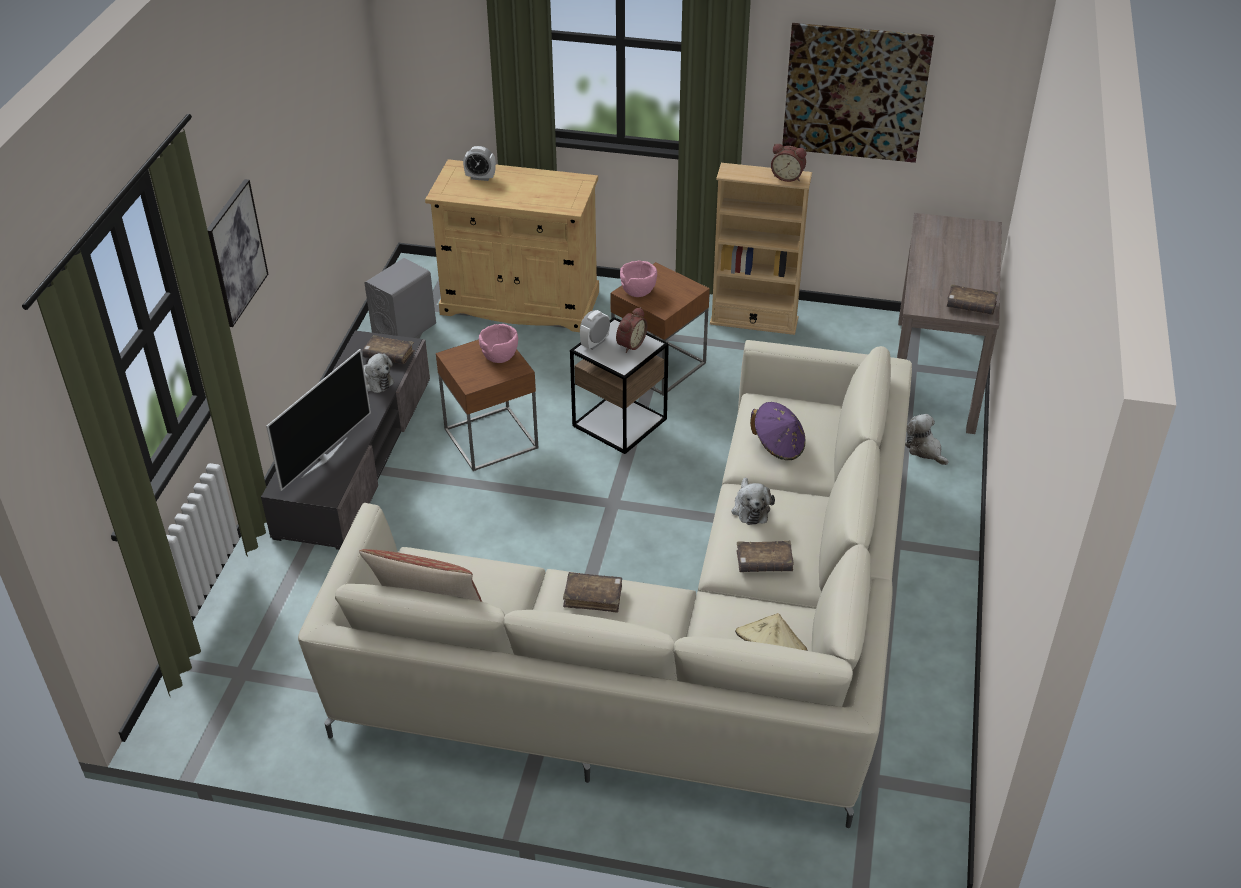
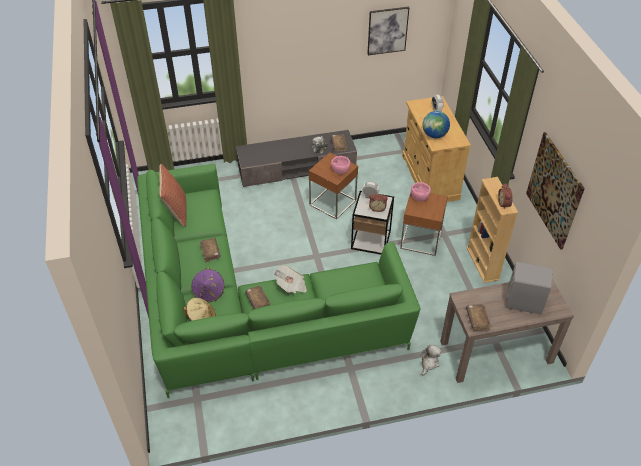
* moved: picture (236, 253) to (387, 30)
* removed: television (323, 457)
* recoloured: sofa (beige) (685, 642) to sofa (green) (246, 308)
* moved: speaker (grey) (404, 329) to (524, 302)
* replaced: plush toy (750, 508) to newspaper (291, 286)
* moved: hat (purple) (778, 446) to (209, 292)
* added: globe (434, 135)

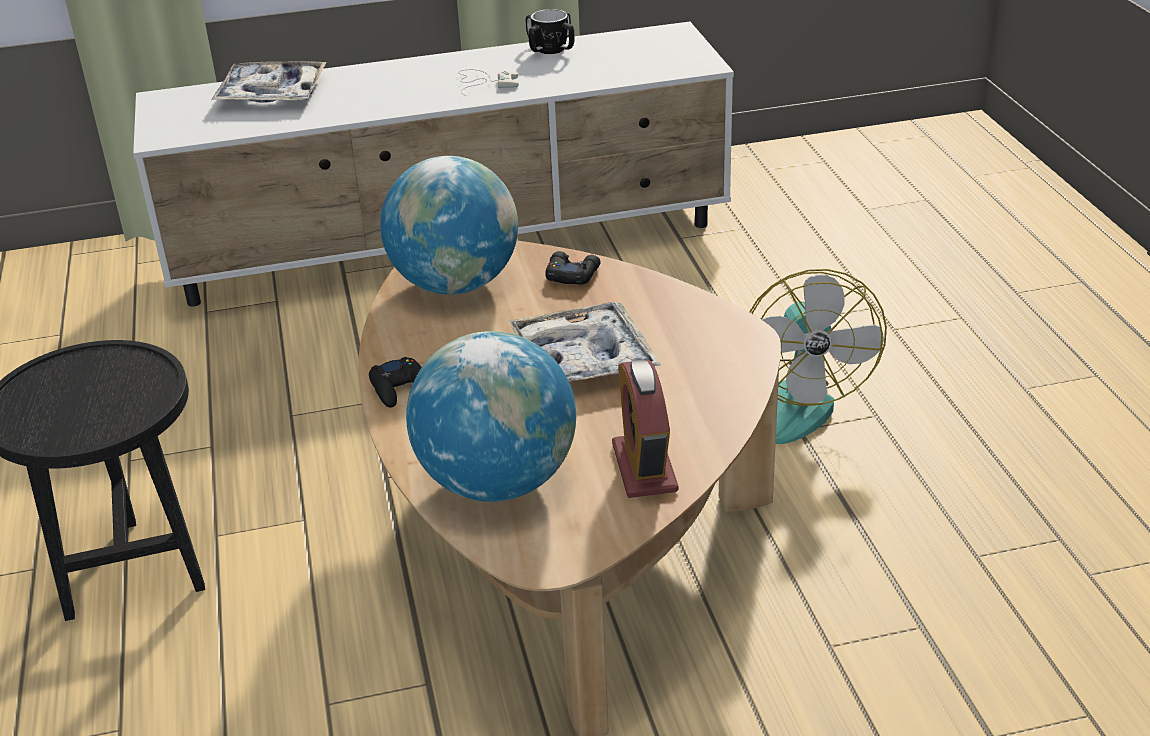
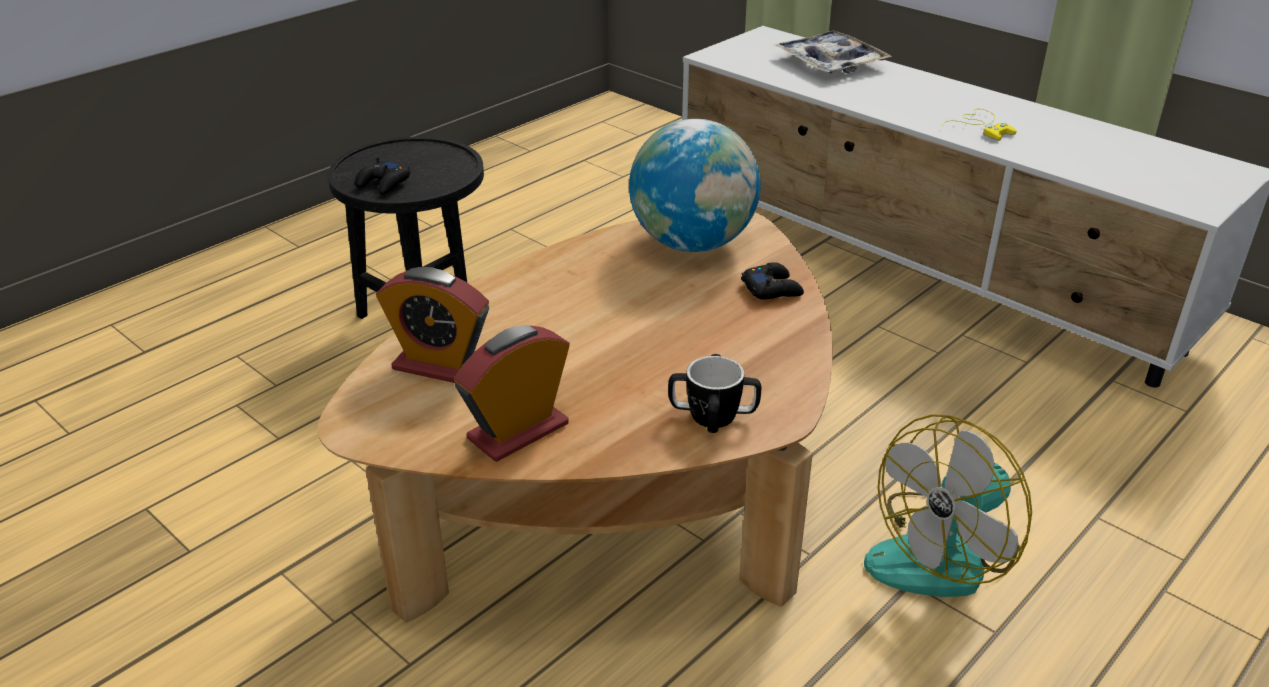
* moved: game controller (black) (401, 388) to (384, 183)
* replaced: globe (497, 482) to alarm clock (440, 365)
* recoloured: game controller (white) (484, 83) to game controller (yellow) (981, 126)
* removed: tray (583, 358)
* moved: mug (550, 50) to (713, 416)

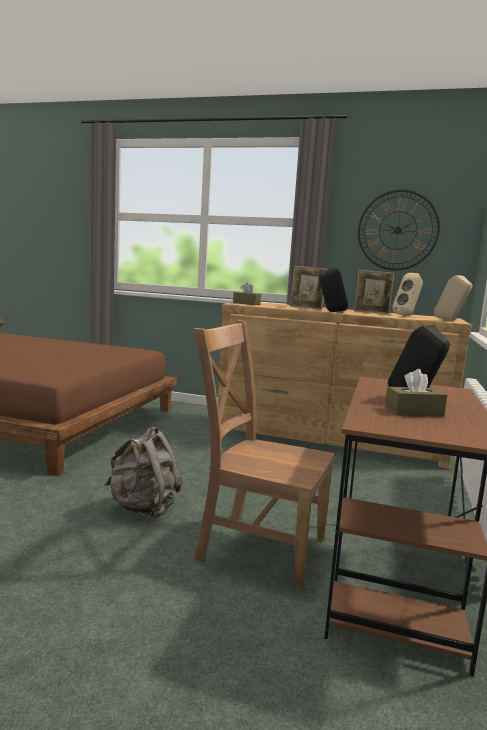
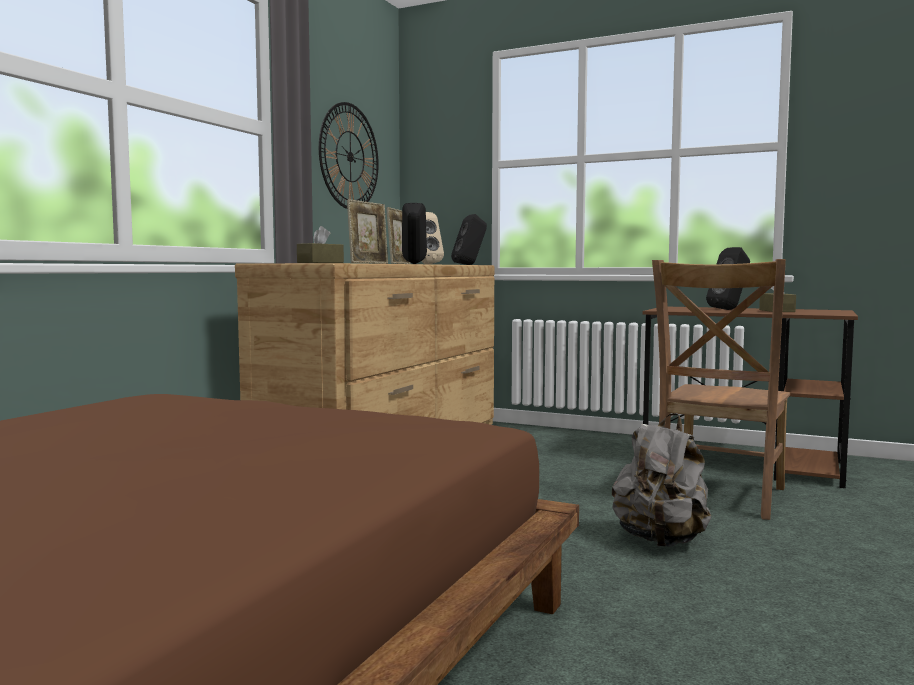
* recoloured: speaker (beige) (451, 321) to speaker (black) (470, 264)

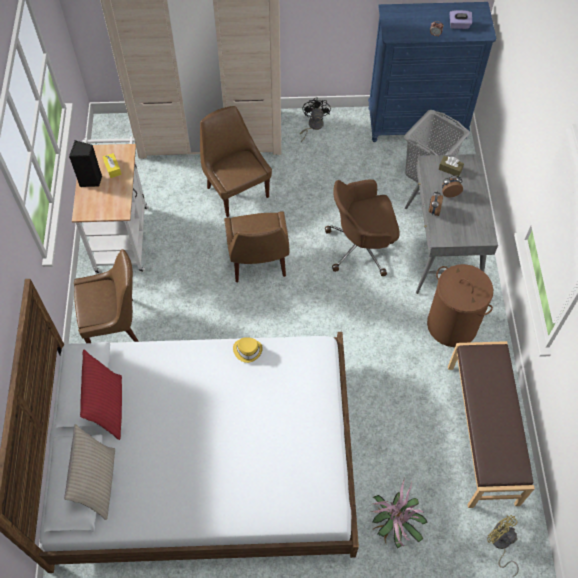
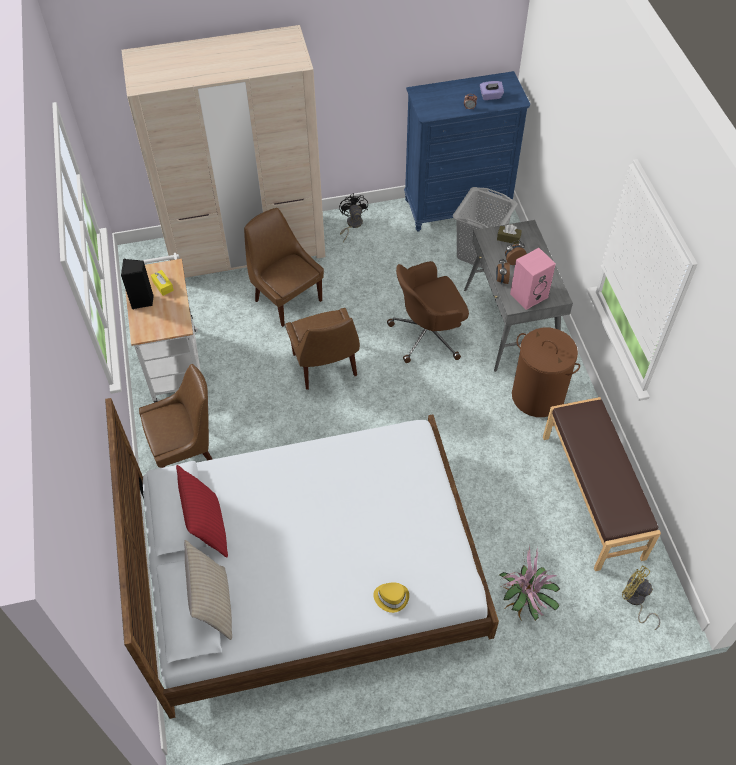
* moved: hat (yellow) (247, 350) to (391, 597)
* added: speaker (pink) (529, 295)

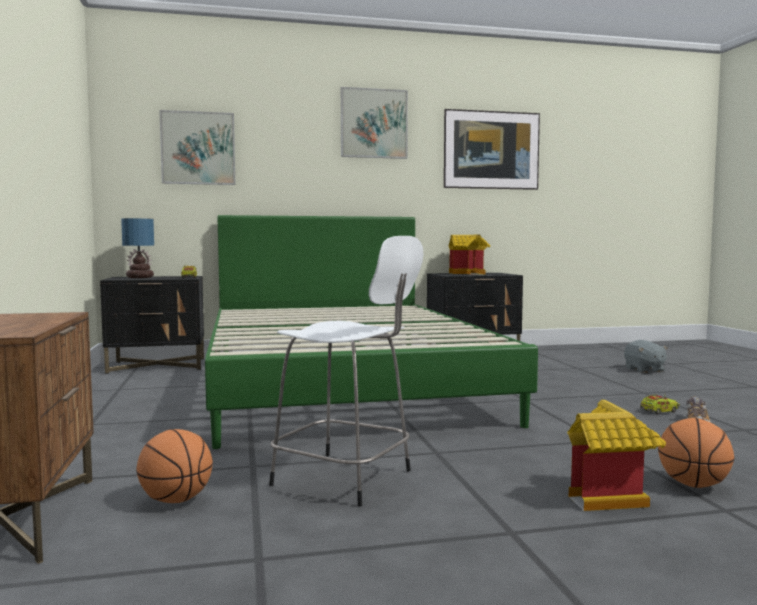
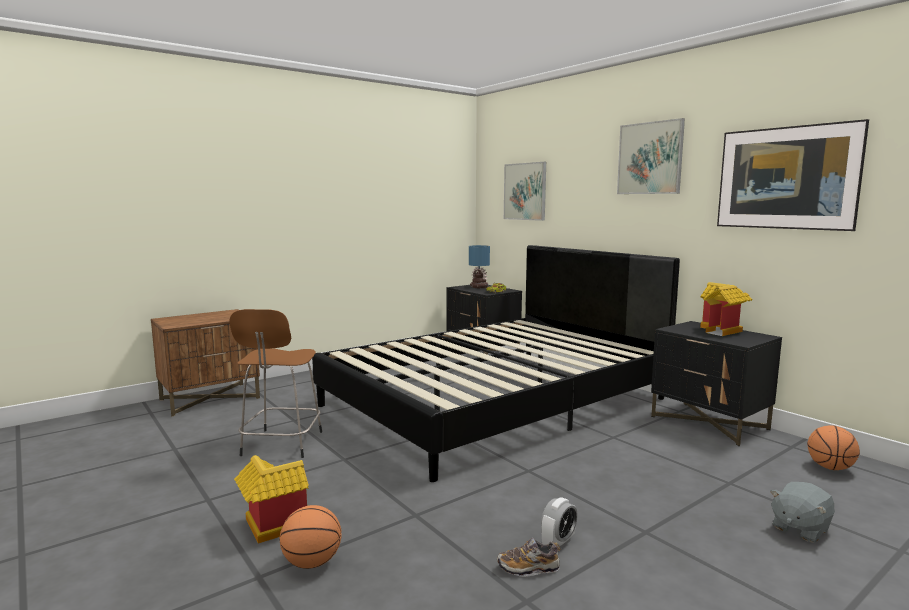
* moved: basketball (176, 500) to (830, 468)
* recoloured: bed (green) (342, 384) to bed (black) (496, 402)
* recoloured: stool (white) (346, 479) to stool (brown) (281, 445)
* replaced: toy truck (659, 411) to alarm clock (558, 543)

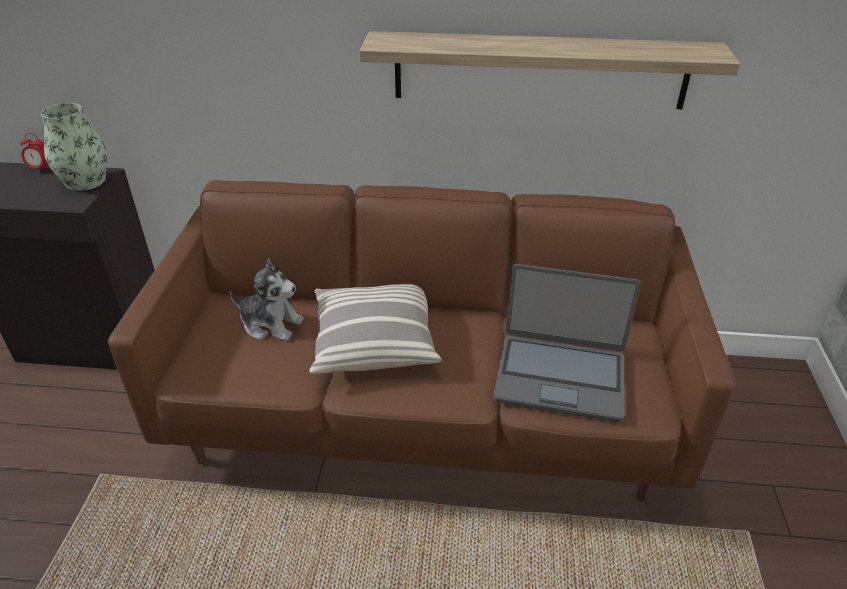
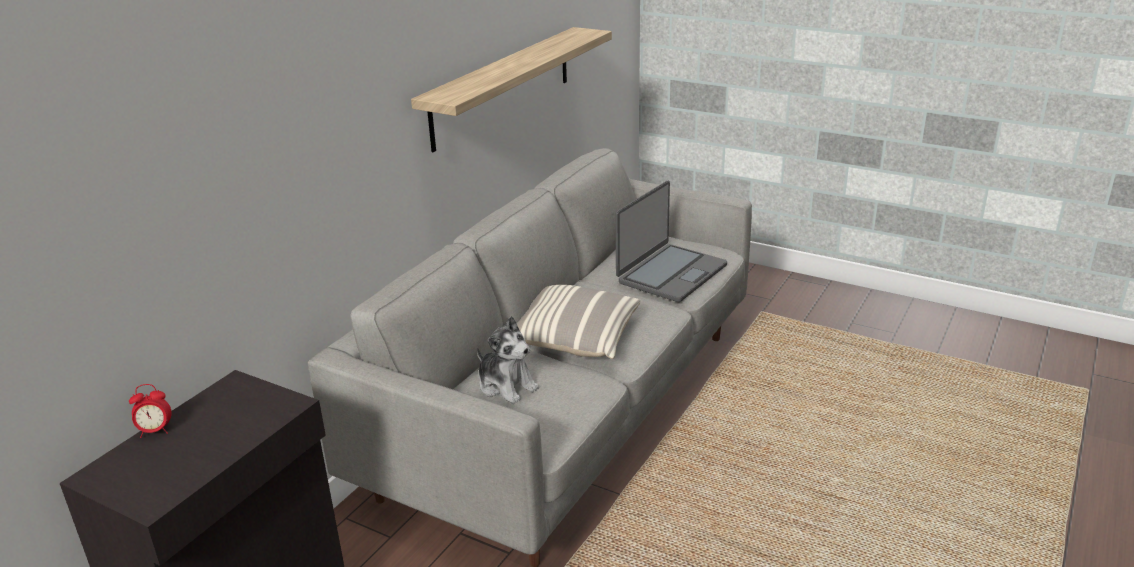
* turned: alarm clock (40, 169) = (155, 431) 45 degrees clockwise
* removed: vase (85, 181)
* recoloured: sofa (brown) (425, 412) to sofa (grey) (570, 411)
* turned: plush toy (271, 324) = (506, 386) 90 degrees clockwise

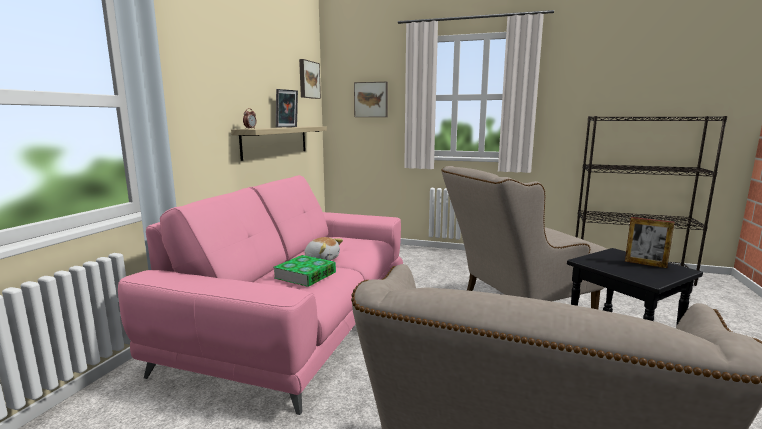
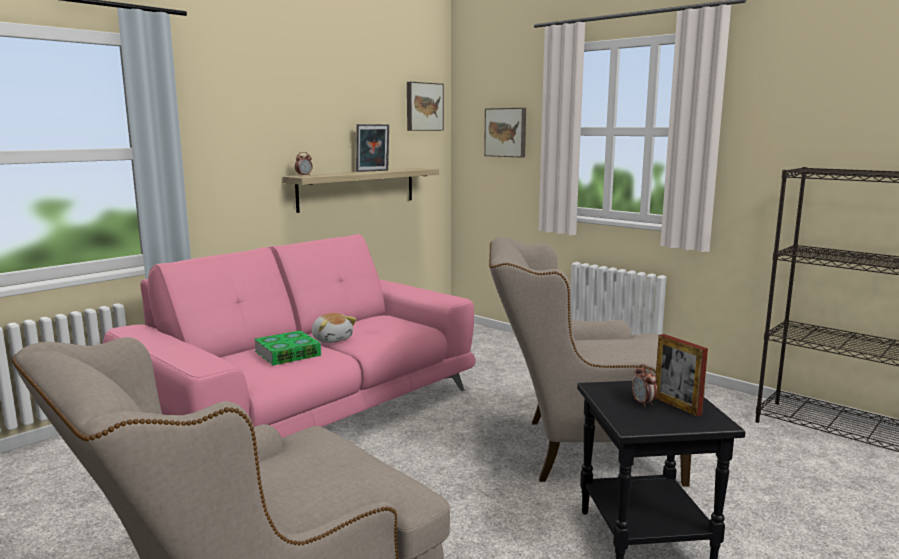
* added: alarm clock (643, 403)

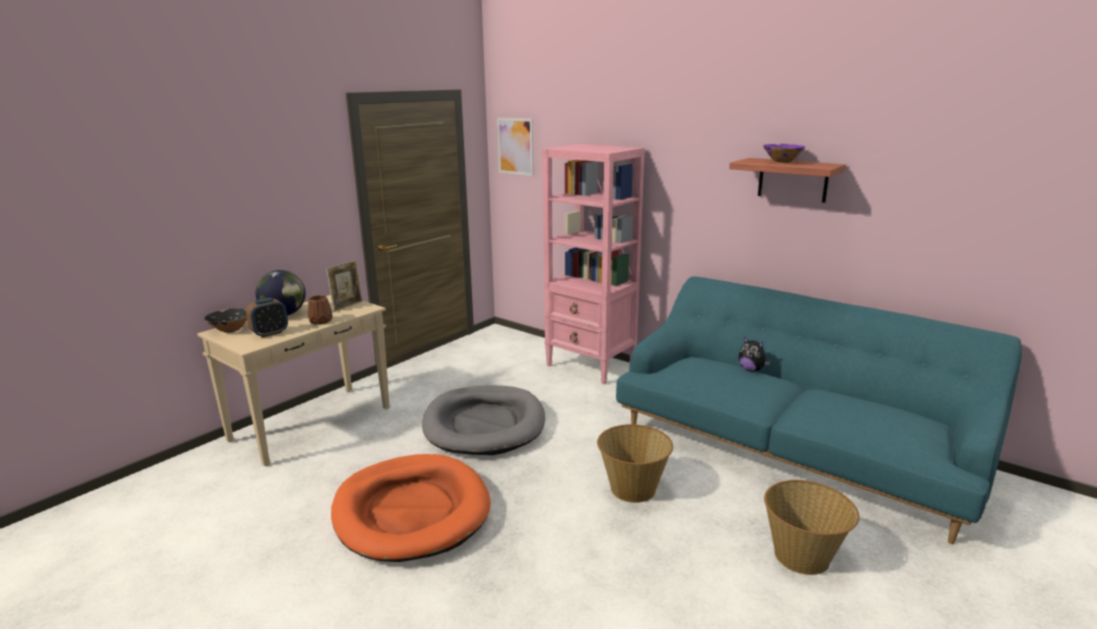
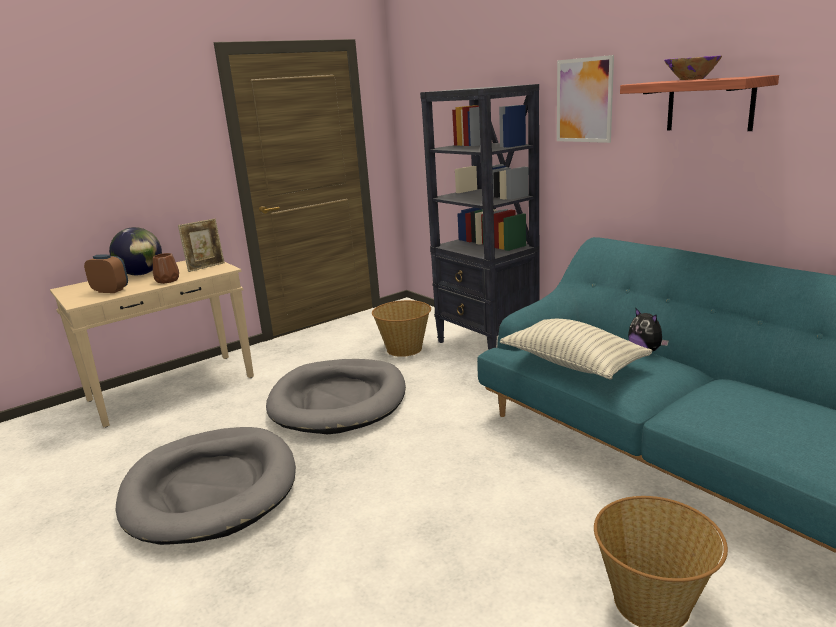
* removed: bowl (black) (230, 330)
* turned: alarm clock (270, 333) = (111, 290) 135 degrees counterclockwise
* recoloured: dog bed (orange) (411, 511) to dog bed (grey) (211, 488)
* moved: picture (515, 146) to (584, 100)
* recoloured: bookcase (pink) (591, 366) to bookcase (black) (487, 344)
* moved: basket (633, 488) to (404, 349)
* added: pillow (572, 364)

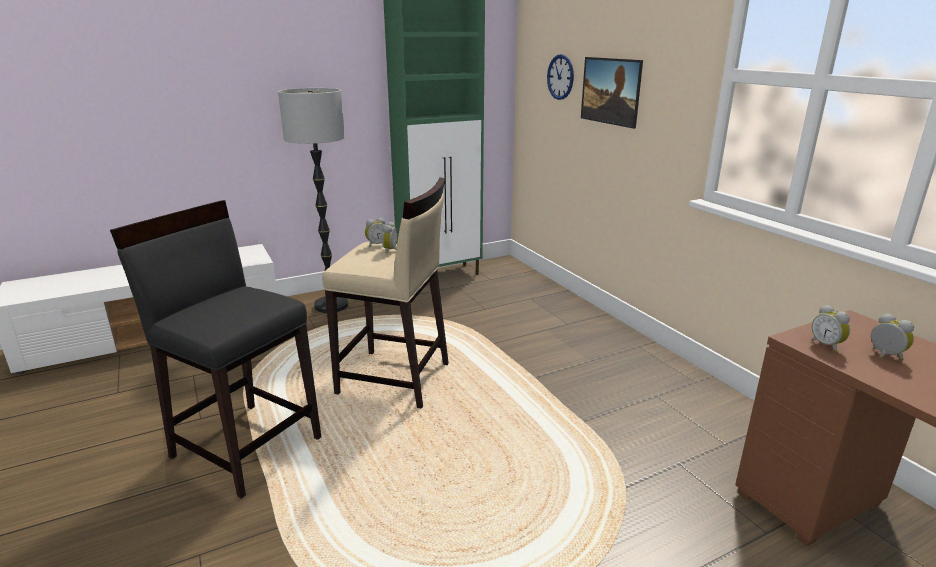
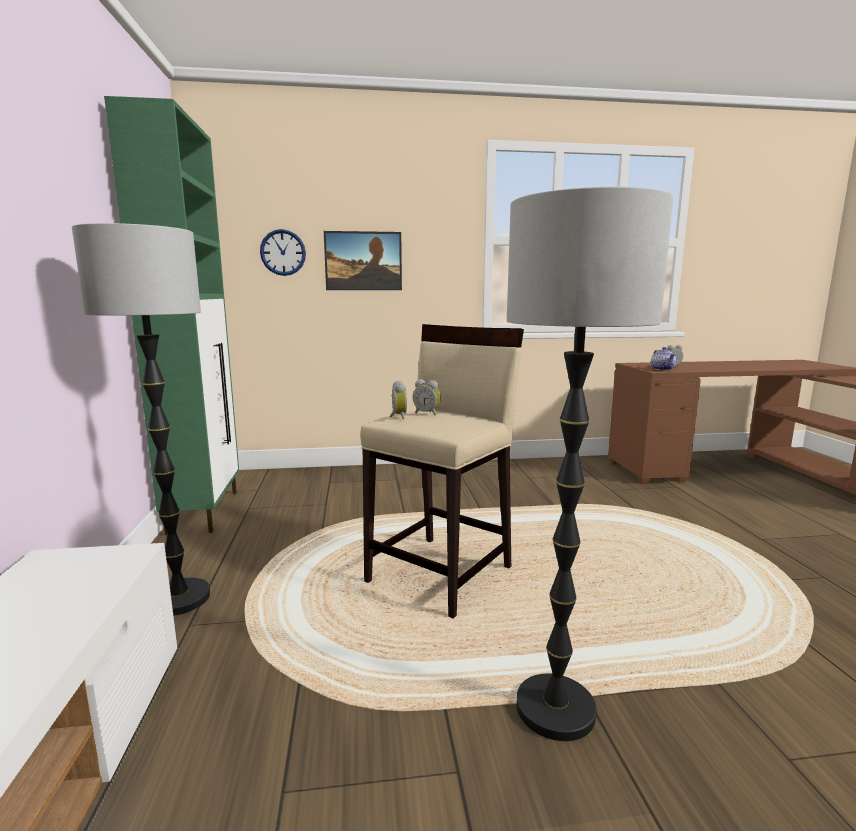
* replaced: stool (black) (246, 446) to floor lamp (554, 709)
* replaced: alarm clock (827, 345) to teapot (663, 369)

